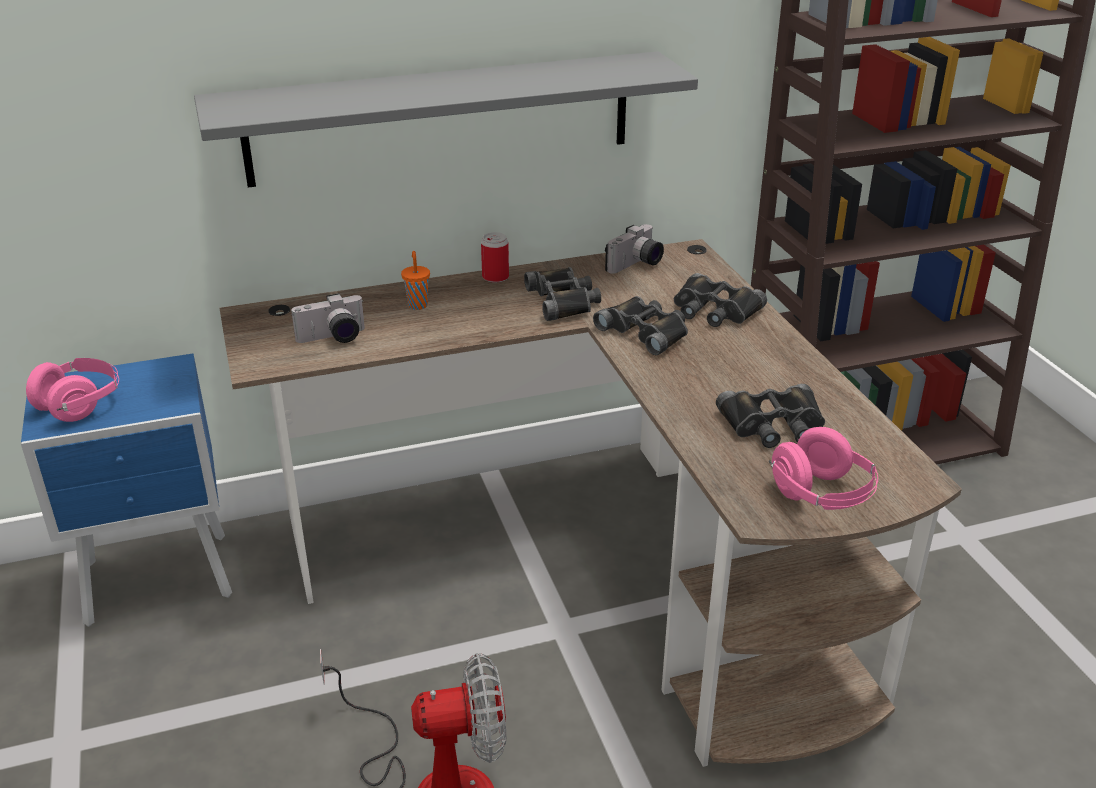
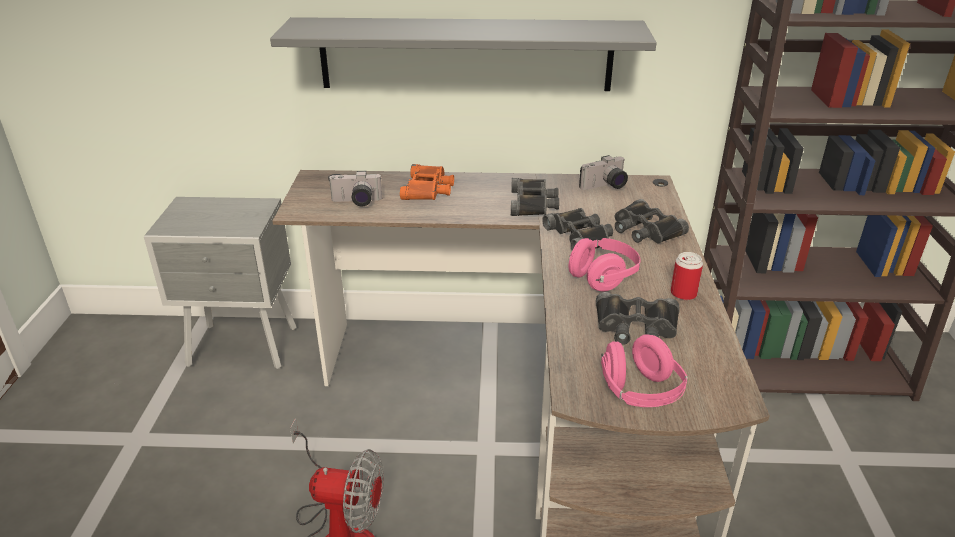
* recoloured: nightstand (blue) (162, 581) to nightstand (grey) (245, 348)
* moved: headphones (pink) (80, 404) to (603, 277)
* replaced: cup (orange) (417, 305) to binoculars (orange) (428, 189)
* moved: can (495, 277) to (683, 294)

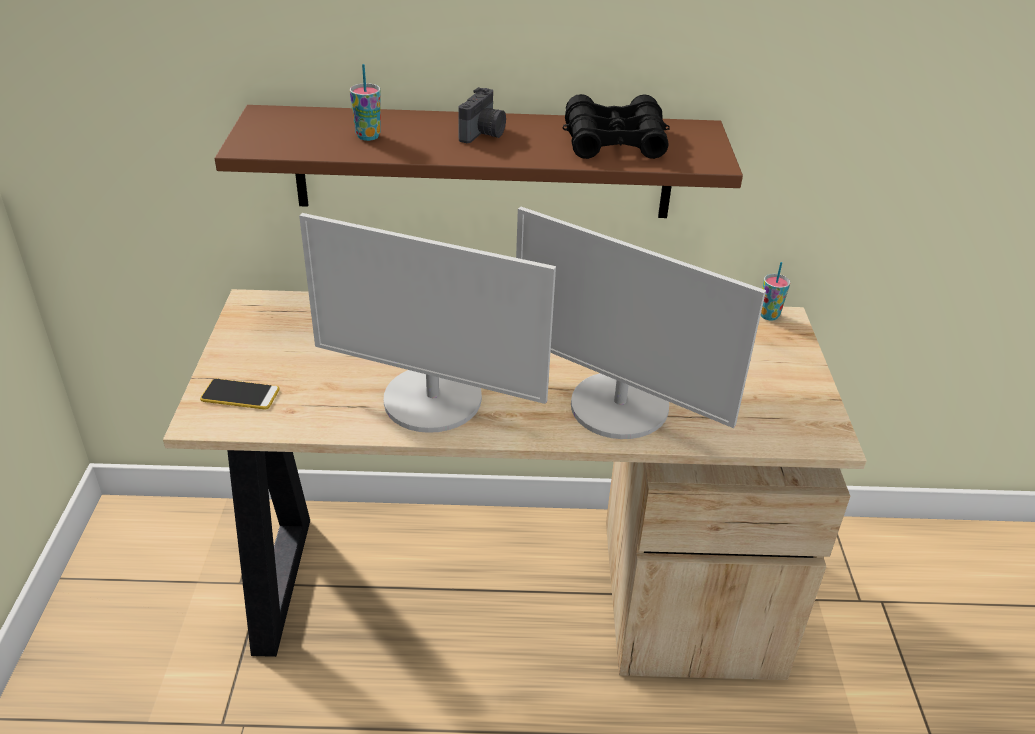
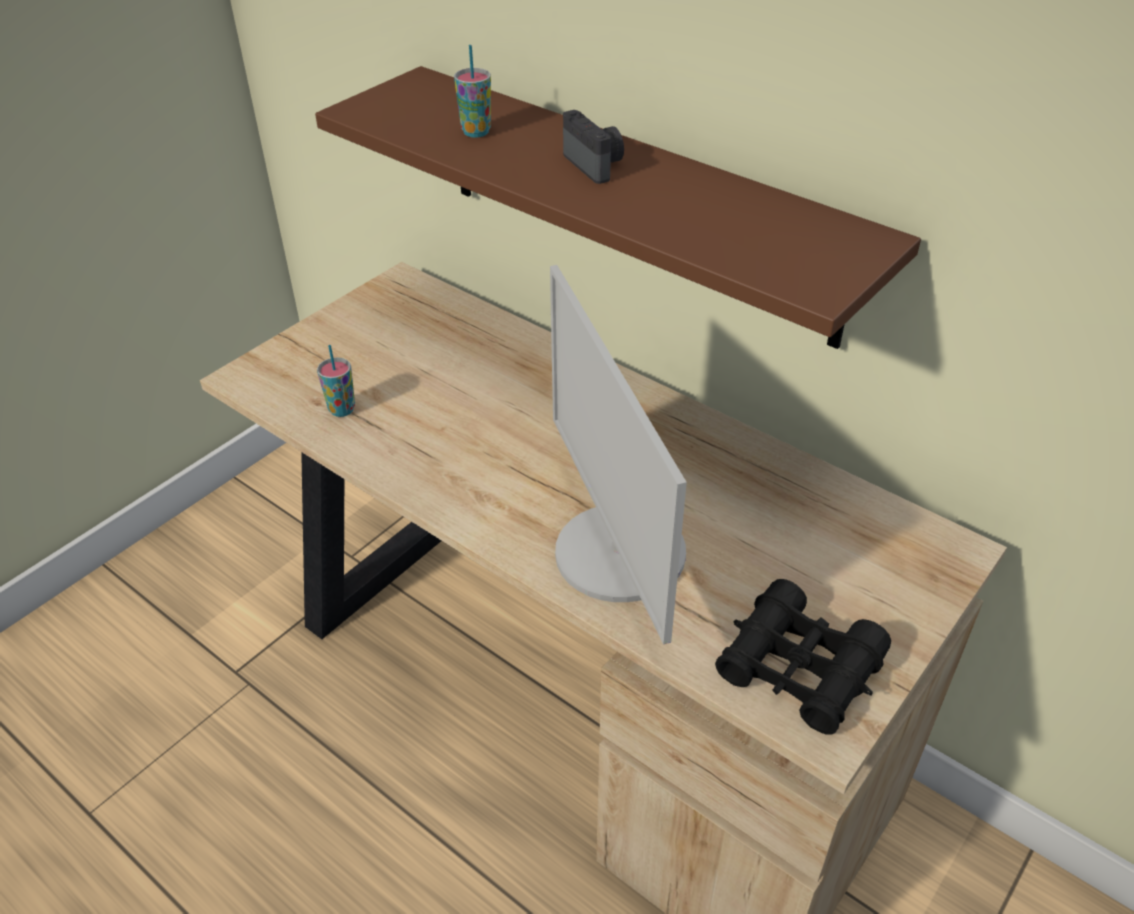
* removed: phone (240, 395)
* removed: monitor (432, 400)
* turned: photo camera (483, 134) = (596, 165) 90 degrees counterclockwise
* moved: binoculars (black) (614, 142) to (799, 668)
* moved: cup (769, 315) to (342, 410)

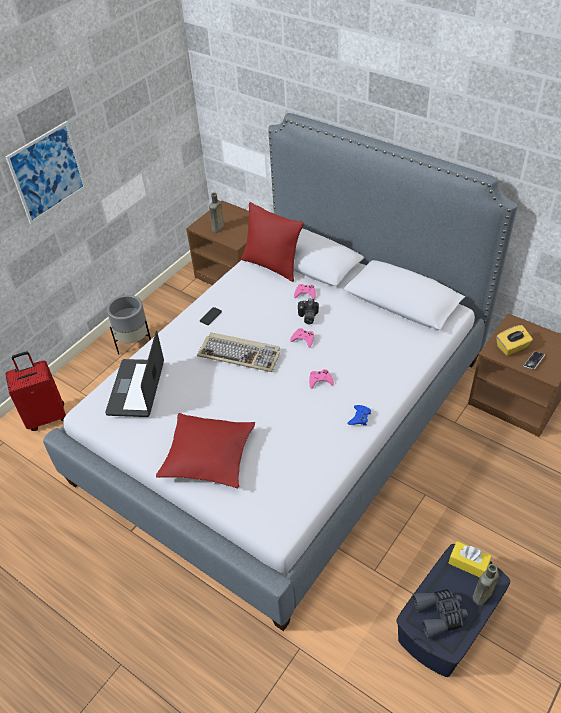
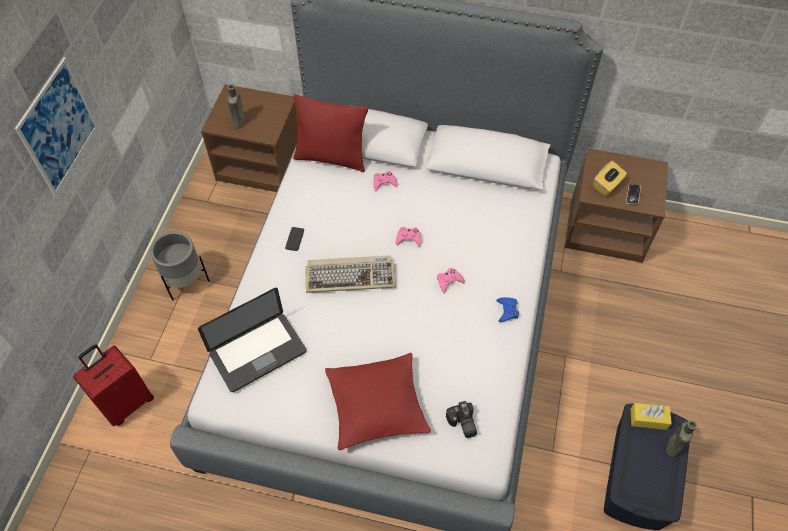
* turned: laptop (136, 388) = (258, 353) 105 degrees counterclockwise
* moved: photo camera (307, 317) to (462, 424)
* removed: binoculars (grey) (440, 615)

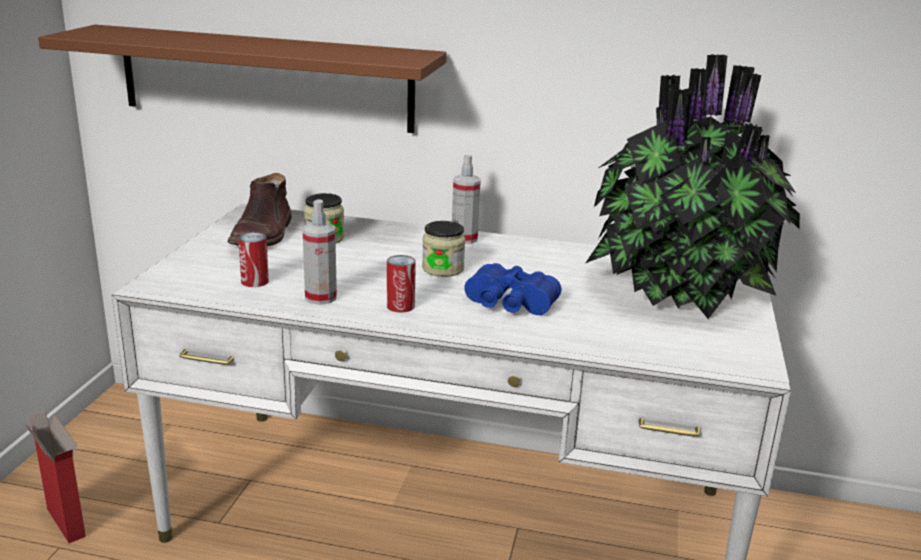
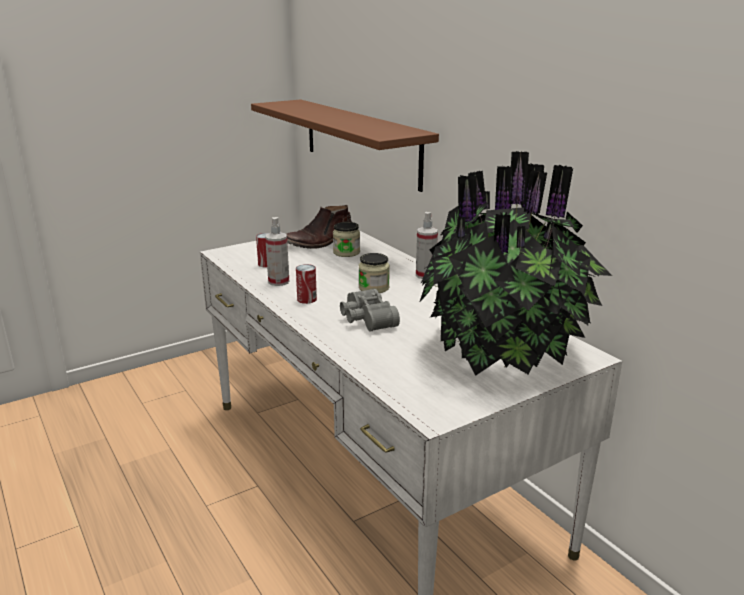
* removed: cardboard box (65, 522)
* recoloured: binoculars (blue) (508, 305) to binoculars (grey) (365, 319)

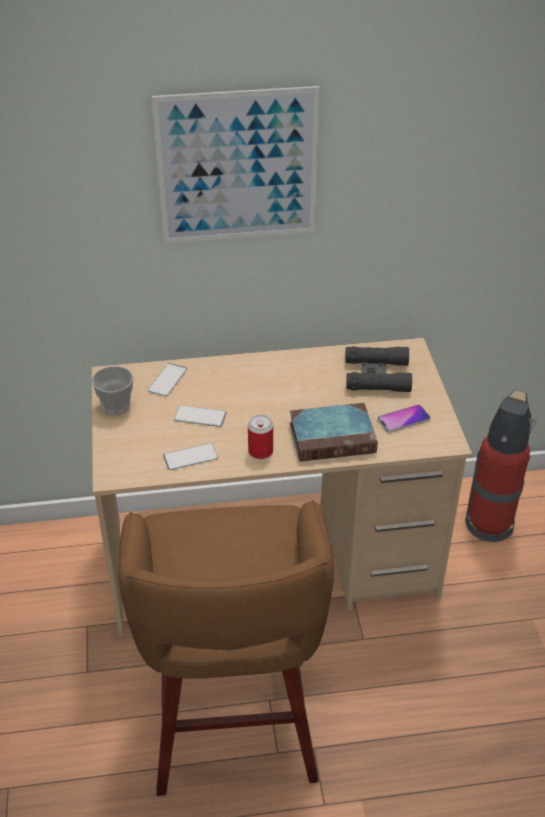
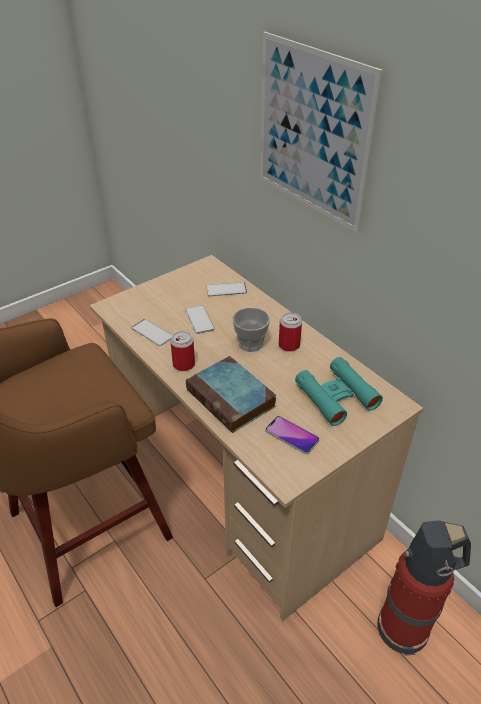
* moved: cup (116, 406) to (250, 343)
* recoloured: binoculars (black) (377, 375) to binoculars (turquoise) (336, 396)
* added: can (289, 345)

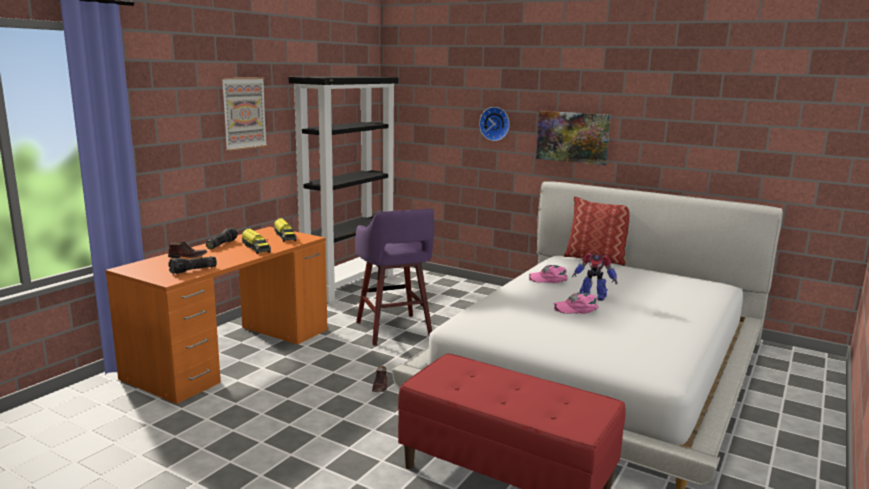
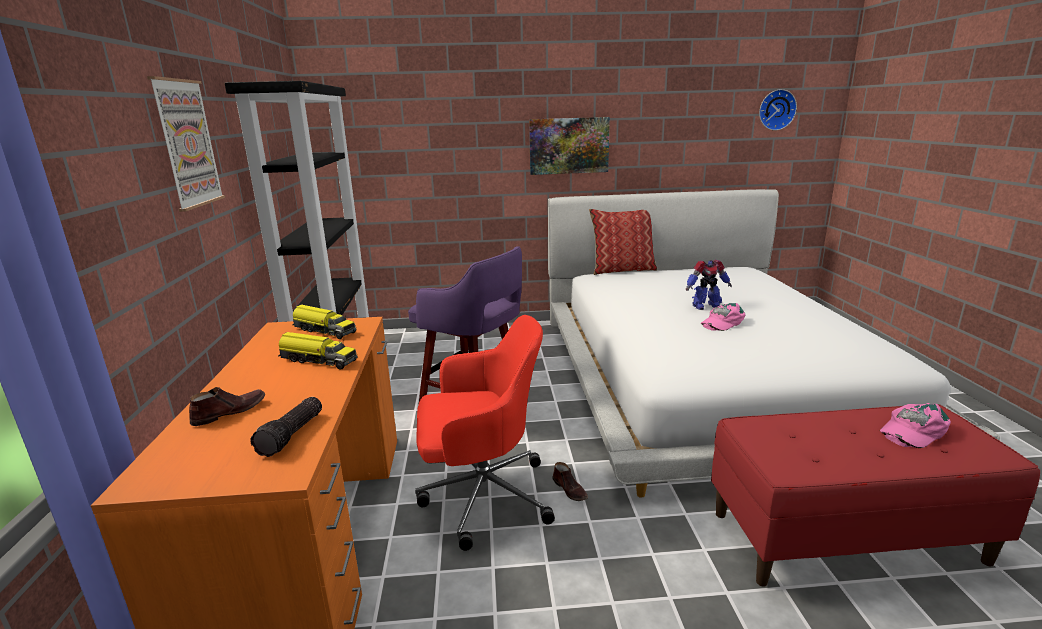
* removed: flashlight (221, 244)
* moved: wall clock (495, 123) to (776, 110)
* moved: cap (pink) (549, 279) to (912, 430)
* added: office chair (red) (482, 495)

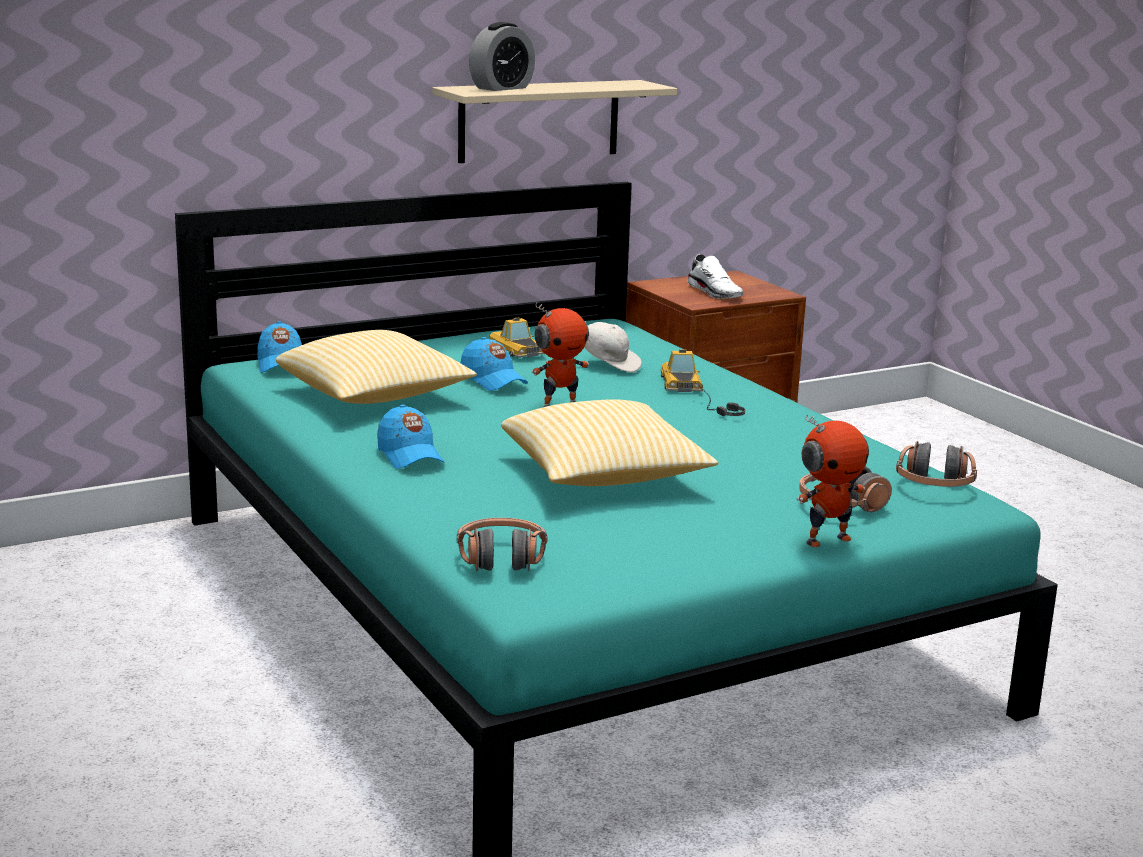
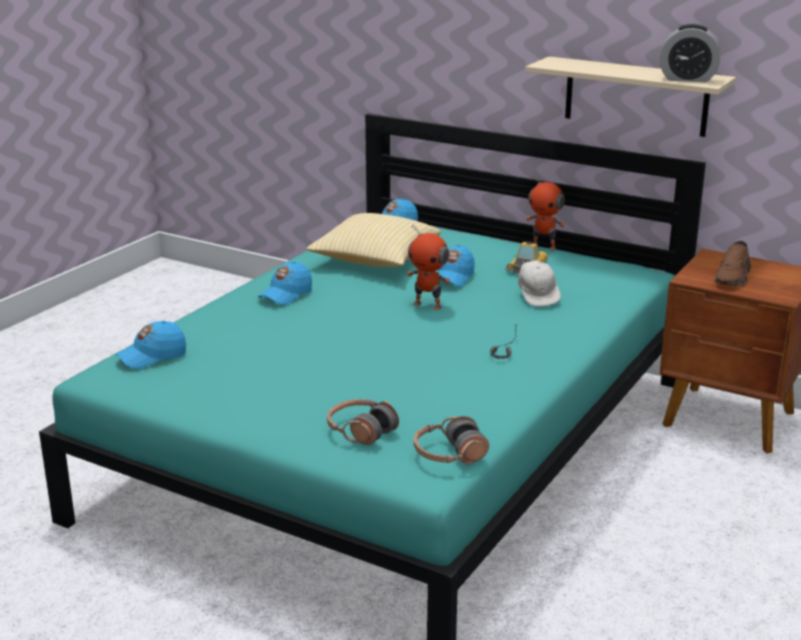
* replaced: headphones (501, 559) to cap (blue) (152, 357)
* moved: alarm clock (502, 88) to (687, 79)
* removed: pillow (603, 476)
* removed: toy car (681, 382)
* recoloured: shoe (white) (716, 293) to shoe (brown) (734, 277)
* moved: toy robot (827, 540) to (544, 246)

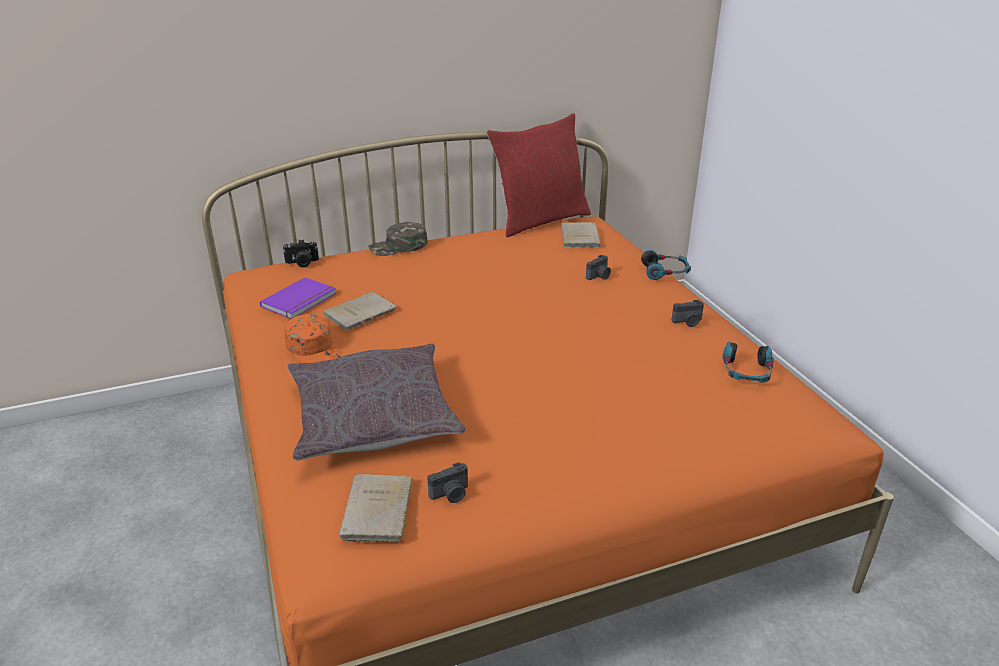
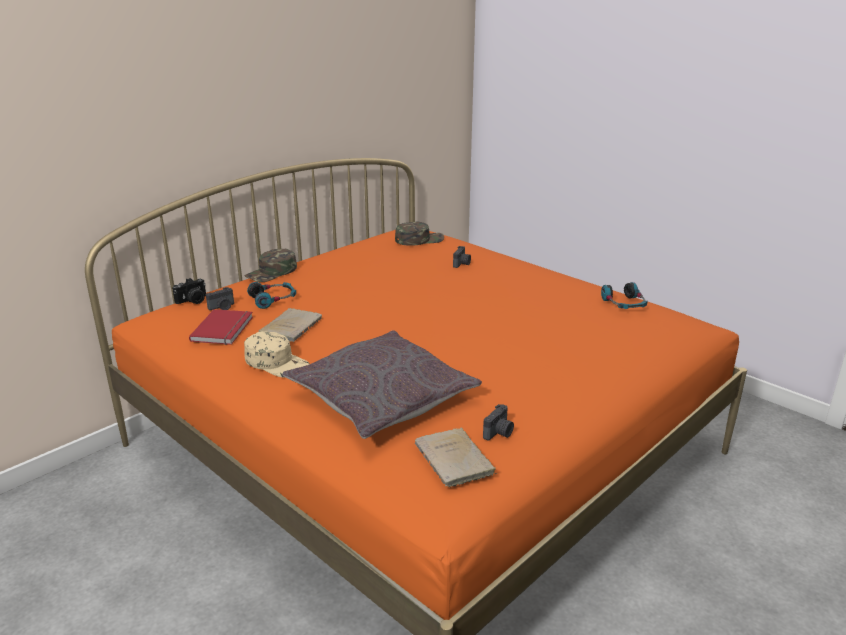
* recoloured: book (purple) (300, 301) to book (red) (224, 329)
* recoloured: cap (orange) (314, 349) to cap (beige) (277, 362)
* removed: pillow (red) (539, 220)
* replaced: book (beige) (579, 236) to cap (green) (419, 239)
* moved: headphones (665, 272) to (273, 299)
* moved: photo camera (688, 322) to (222, 307)

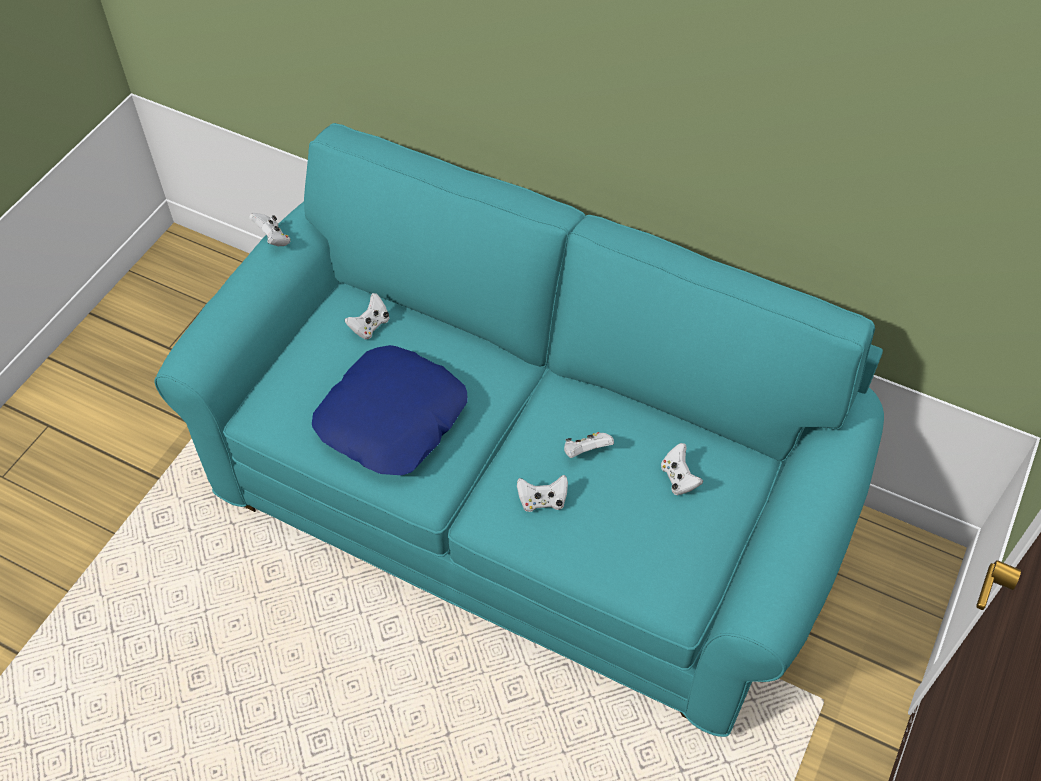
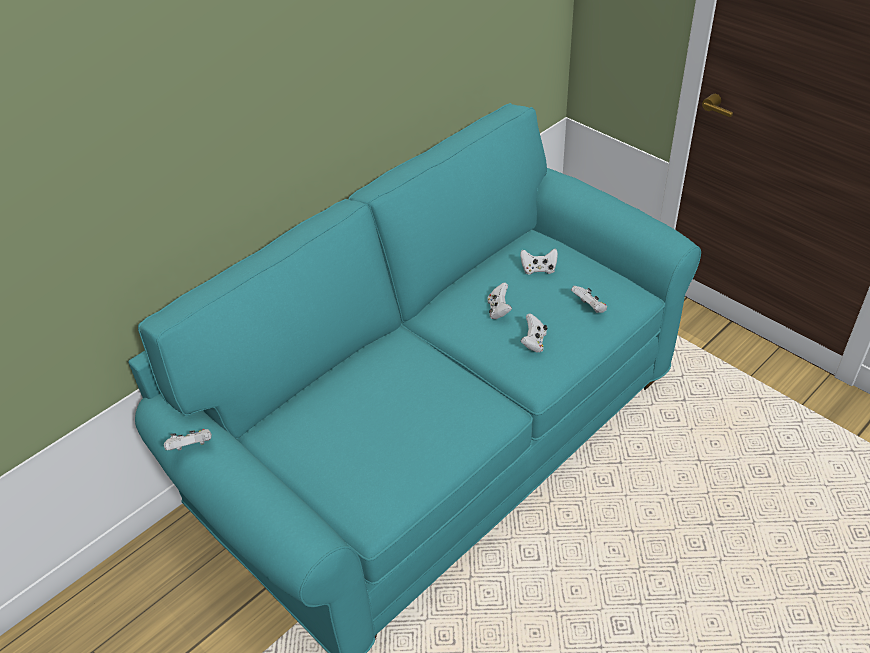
* removed: pillow (blue) (393, 419)
* moved: game controller (white) (370, 326) to (589, 307)

